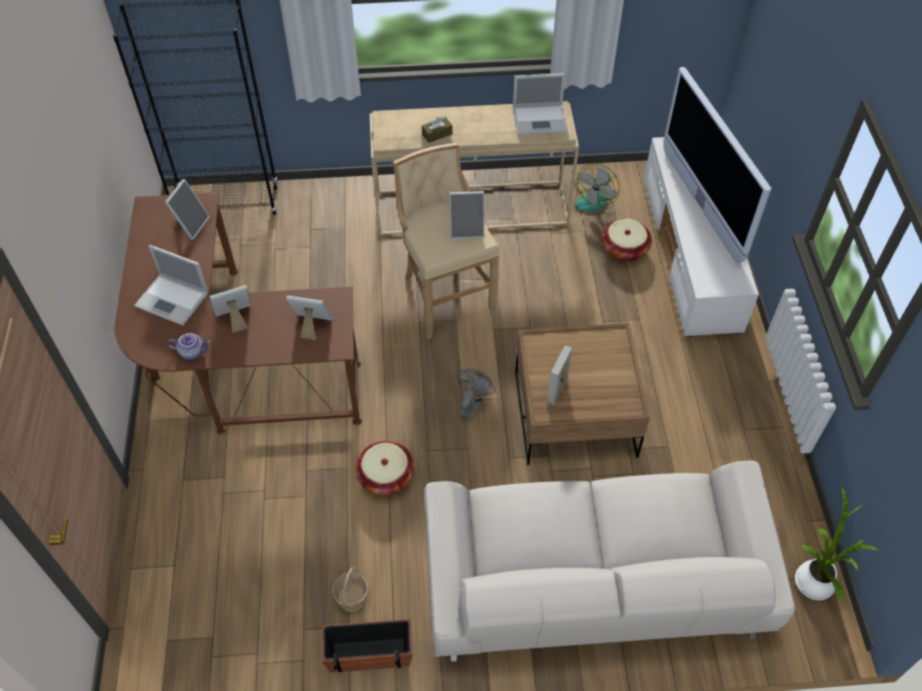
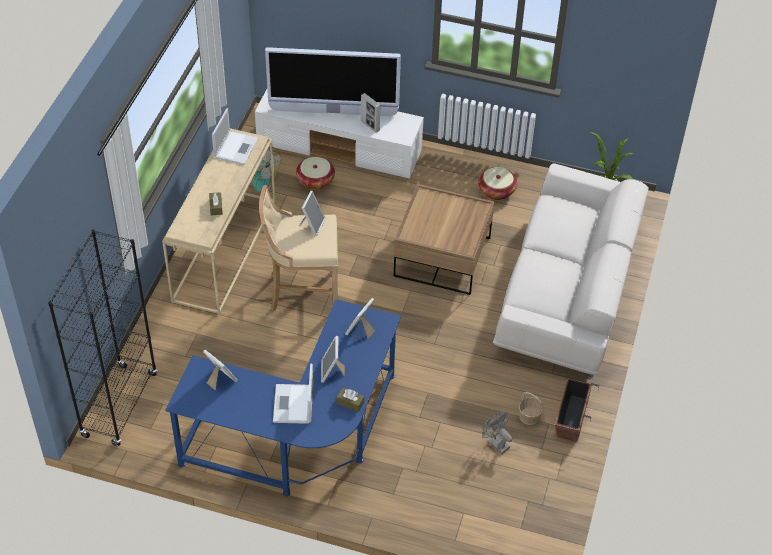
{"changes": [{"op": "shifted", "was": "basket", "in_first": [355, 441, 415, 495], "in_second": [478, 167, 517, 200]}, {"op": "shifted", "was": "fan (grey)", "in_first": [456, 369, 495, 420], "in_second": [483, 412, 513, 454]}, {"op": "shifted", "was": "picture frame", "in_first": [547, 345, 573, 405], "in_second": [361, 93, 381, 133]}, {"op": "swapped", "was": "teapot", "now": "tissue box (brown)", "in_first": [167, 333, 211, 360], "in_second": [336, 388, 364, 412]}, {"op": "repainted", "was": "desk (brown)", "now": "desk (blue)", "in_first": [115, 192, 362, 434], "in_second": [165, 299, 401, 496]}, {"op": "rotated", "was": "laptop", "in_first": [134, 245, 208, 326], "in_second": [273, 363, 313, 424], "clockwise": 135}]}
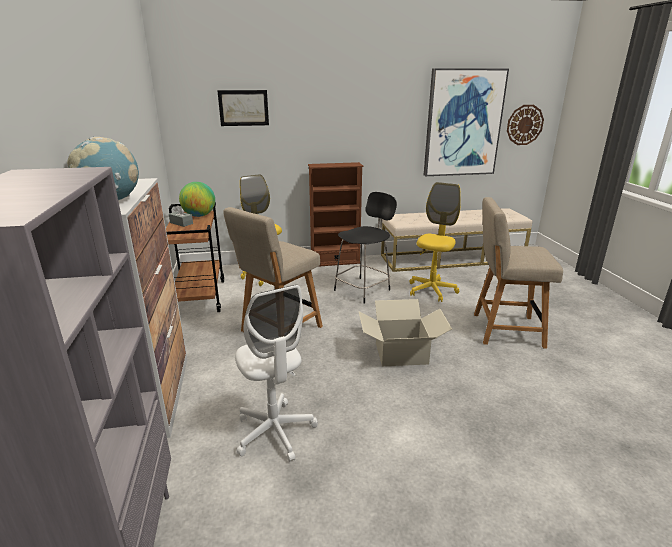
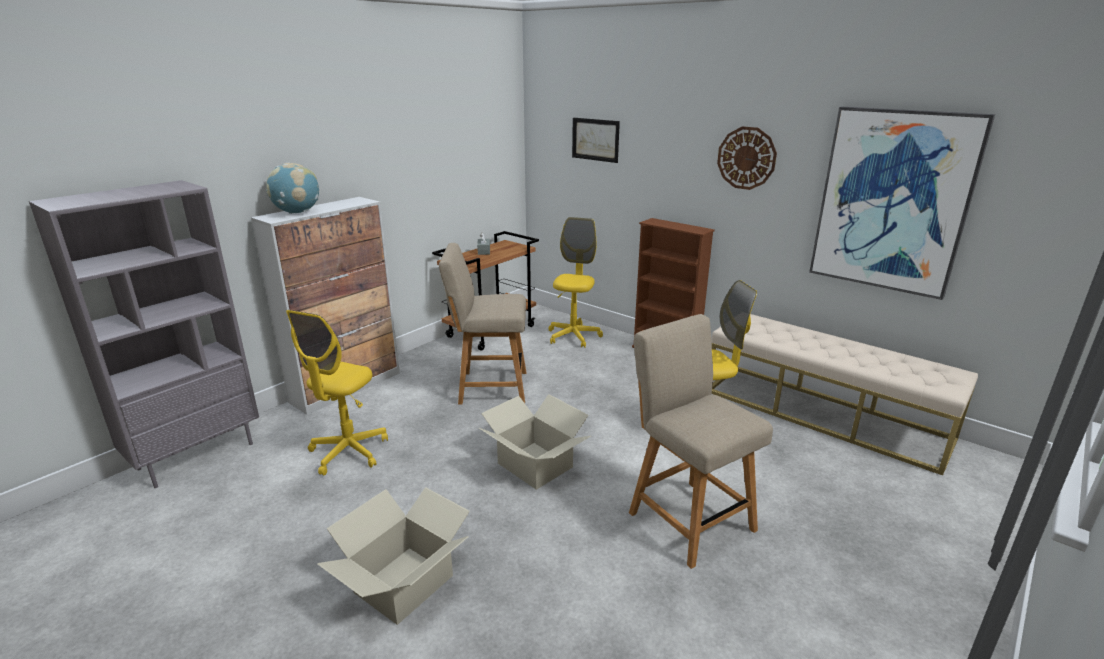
{"changes": [{"op": "gone", "was": "globe", "in_first": [179, 182, 215, 217]}, {"op": "gone", "was": "chair (black)", "in_first": [334, 192, 397, 304]}, {"op": "new", "now": "cardboard box", "in_second": [318, 487, 470, 625]}, {"op": "shifted", "was": "wall clock", "in_first": [507, 105, 544, 145], "in_second": [717, 126, 777, 190]}, {"op": "repainted", "was": "office chair (white)", "now": "office chair (yellow)", "in_first": [235, 285, 318, 462], "in_second": [286, 310, 388, 475]}]}
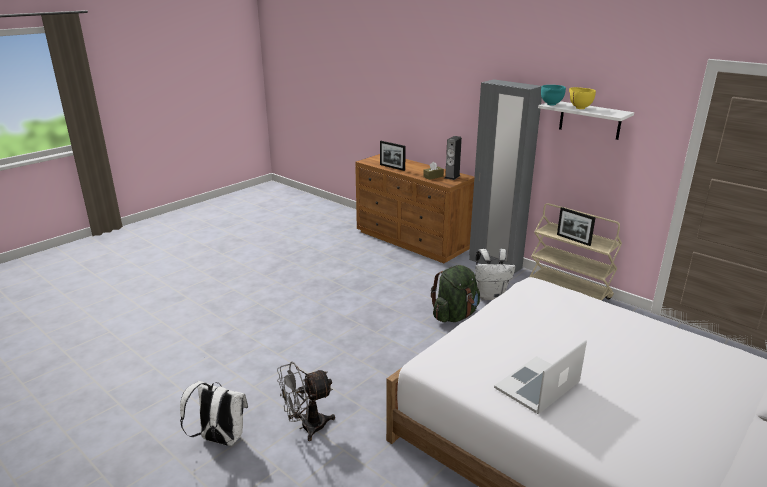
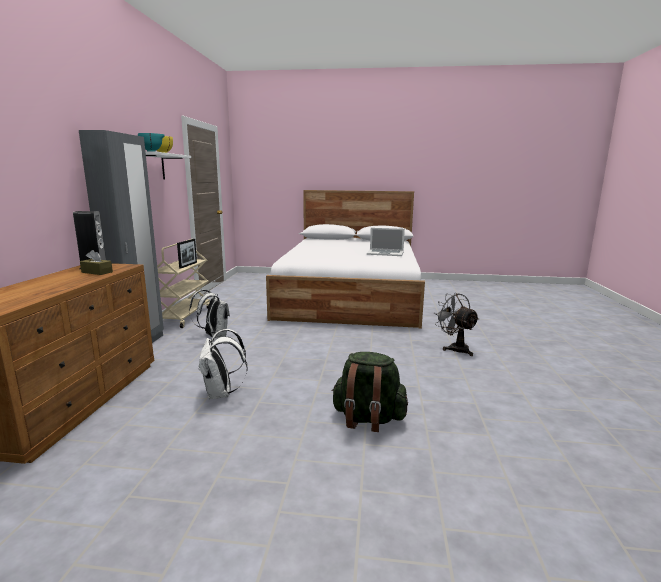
{"changes": [{"op": "gone", "was": "picture frame", "in_first": [380, 141, 406, 171]}, {"op": "shifted", "was": "backpack (white)", "in_first": [180, 381, 248, 446], "in_second": [198, 329, 248, 399]}, {"op": "shifted", "was": "backpack (green)", "in_first": [431, 265, 480, 322], "in_second": [332, 352, 408, 432]}, {"op": "rotated", "was": "fan (grey)", "in_first": [277, 362, 335, 441], "in_second": [434, 293, 479, 356], "clockwise": -150}]}
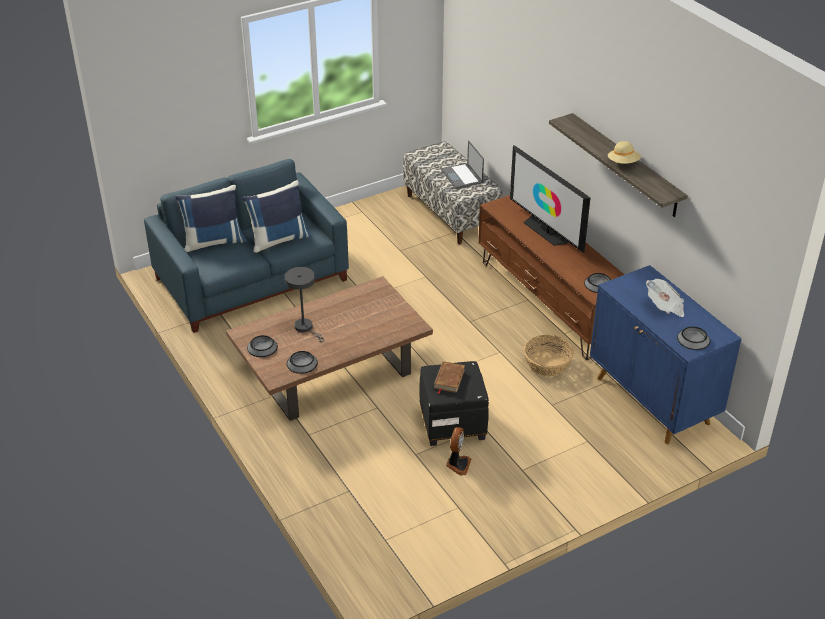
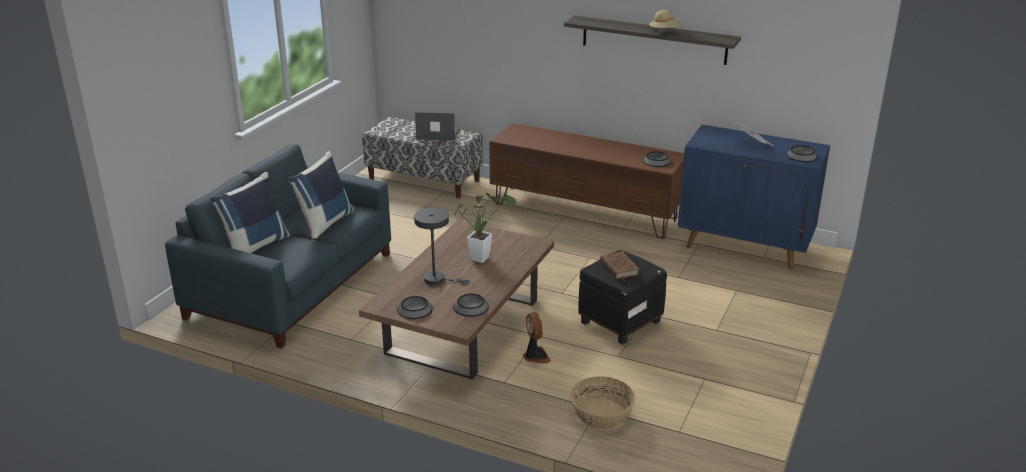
{"changes": [{"op": "gone", "was": "television", "in_first": [510, 145, 590, 253]}, {"op": "new", "now": "potted plant", "in_second": [455, 193, 517, 263]}, {"op": "shifted", "was": "fan", "in_first": [446, 427, 471, 476], "in_second": [523, 312, 551, 363]}, {"op": "shifted", "was": "basket", "in_first": [523, 335, 574, 376], "in_second": [570, 376, 635, 429]}, {"op": "rotated", "was": "laptop", "in_first": [441, 140, 484, 189], "in_second": [415, 112, 459, 140], "clockwise": 150}]}
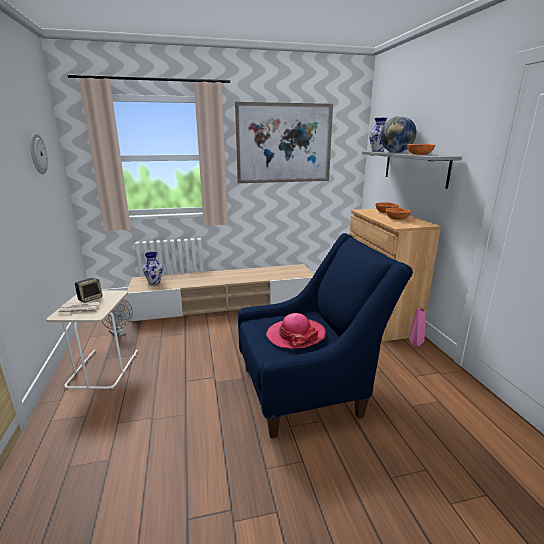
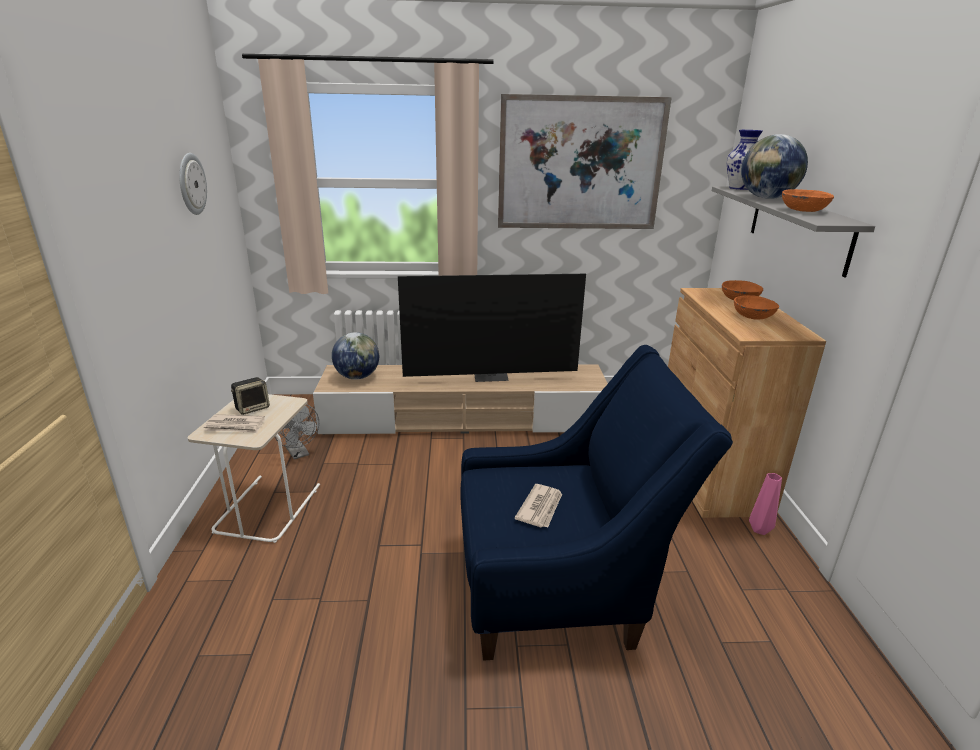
{"changes": [{"op": "new", "now": "television", "in_second": [398, 274, 586, 382]}, {"op": "swapped", "was": "vase", "now": "globe", "in_first": [143, 252, 163, 284], "in_second": [332, 332, 379, 380]}, {"op": "swapped", "was": "hat", "now": "newspaper", "in_first": [266, 313, 326, 349], "in_second": [514, 484, 562, 528]}]}
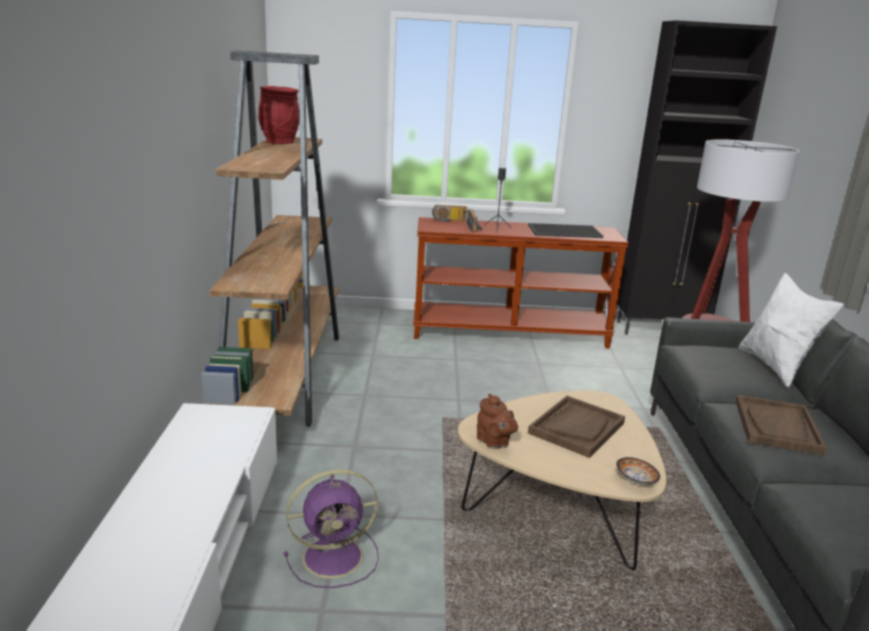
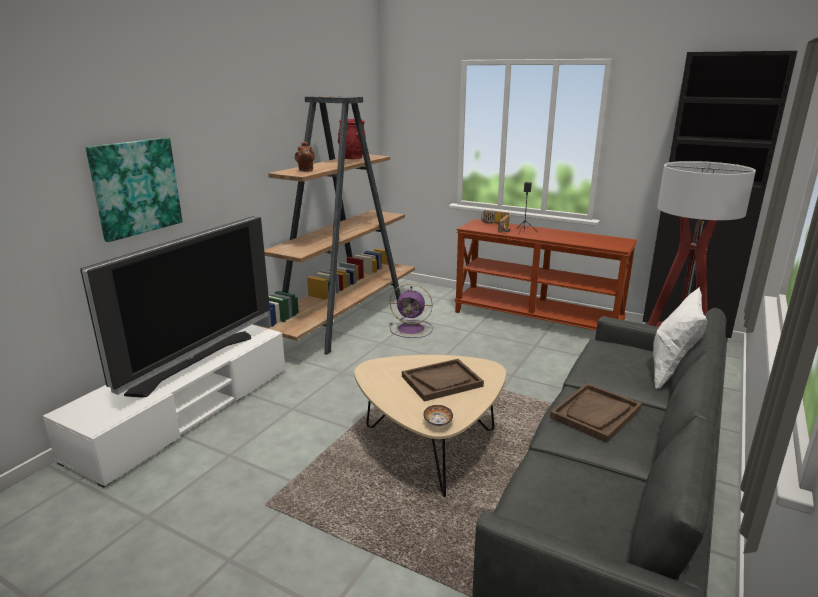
{"changes": [{"op": "gone", "was": "tray", "in_first": [528, 223, 603, 238]}, {"op": "new", "now": "television", "in_second": [80, 216, 270, 397]}, {"op": "new", "now": "picture", "in_second": [86, 138, 183, 242]}, {"op": "shifted", "was": "fan (purple)", "in_first": [284, 469, 379, 588], "in_second": [390, 283, 433, 338]}, {"op": "shifted", "was": "teapot (brown)", "in_first": [477, 393, 518, 449], "in_second": [295, 141, 315, 172]}]}
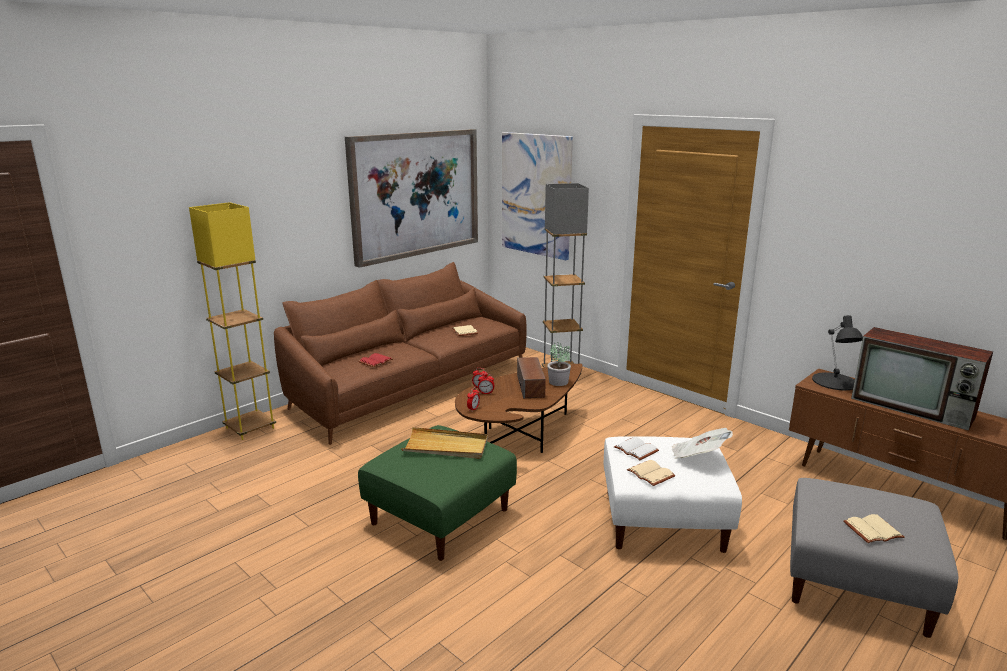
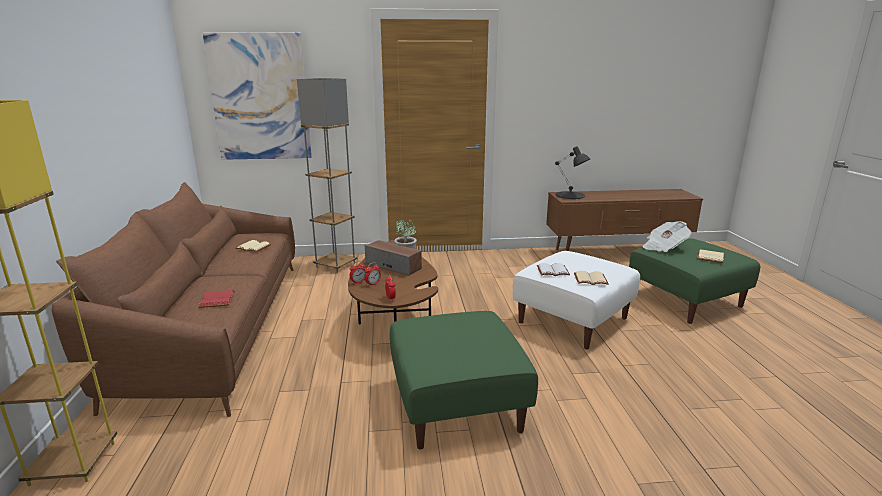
{"changes": [{"op": "gone", "was": "picture", "in_first": [345, 129, 478, 268]}, {"op": "gone", "was": "tray (beige)", "in_first": [401, 427, 488, 459]}, {"op": "gone", "was": "television", "in_first": [851, 327, 993, 431]}, {"op": "shifted", "was": "newspaper", "in_first": [672, 428, 733, 459], "in_second": [643, 221, 691, 252]}, {"op": "repainted", "was": "ottoman (grey)", "now": "ottoman (green)", "in_first": [790, 478, 958, 638], "in_second": [629, 238, 760, 324]}]}
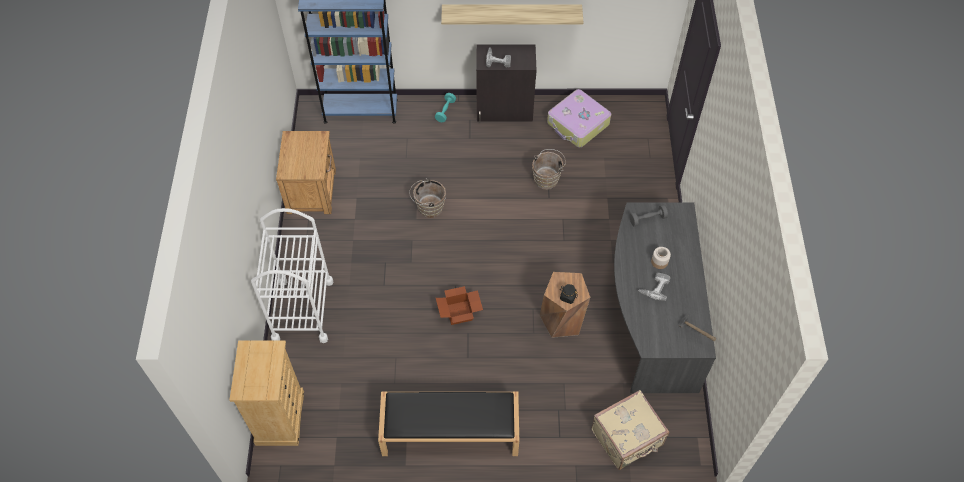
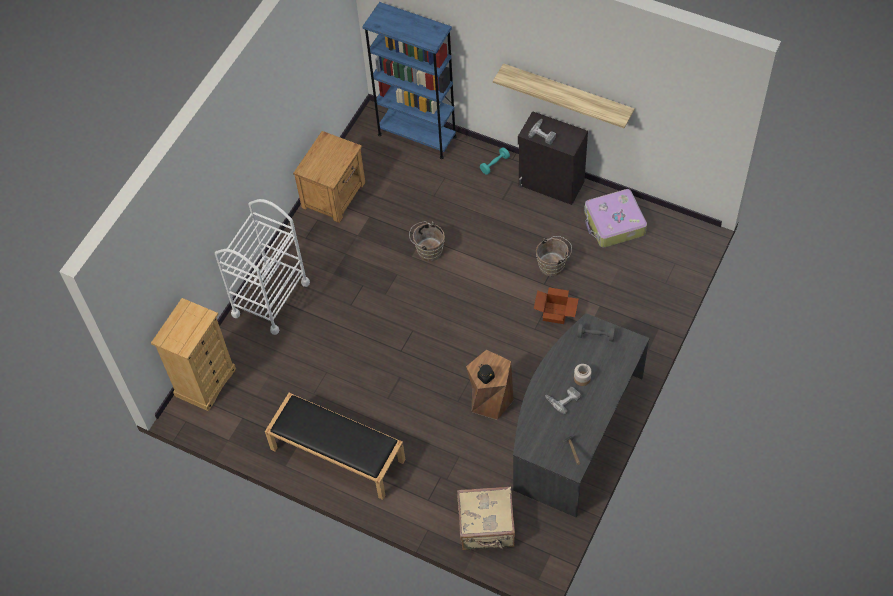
{"changes": [{"op": "shifted", "was": "cardboard box", "in_first": [436, 286, 483, 325], "in_second": [534, 287, 579, 324]}]}
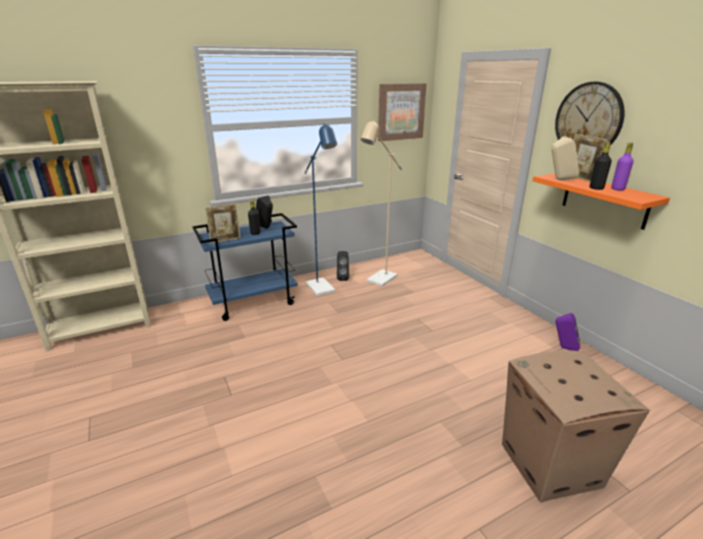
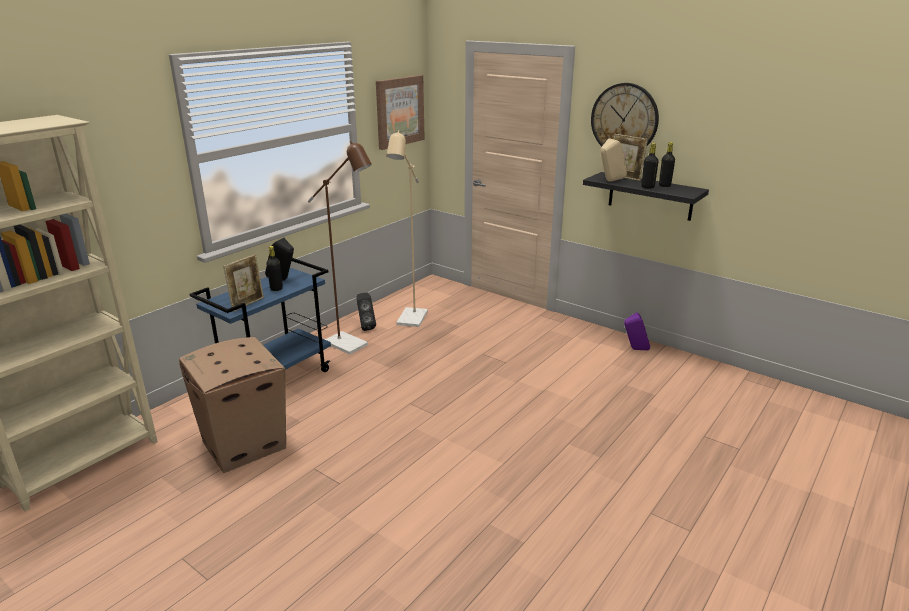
{"changes": [{"op": "shifted", "was": "cardboard box", "in_first": [501, 350, 650, 502], "in_second": [179, 337, 286, 473]}, {"op": "repainted", "was": "floor lamp (blue)", "now": "floor lamp (brown)", "in_first": [304, 123, 337, 296], "in_second": [308, 141, 372, 354]}, {"op": "repainted", "was": "shelf (orange)", "now": "shelf (black)", "in_first": [533, 173, 670, 230], "in_second": [583, 172, 709, 221]}, {"op": "repainted", "was": "bottle (purple)", "now": "bottle (black)", "in_first": [611, 142, 634, 191], "in_second": [659, 142, 675, 187]}]}
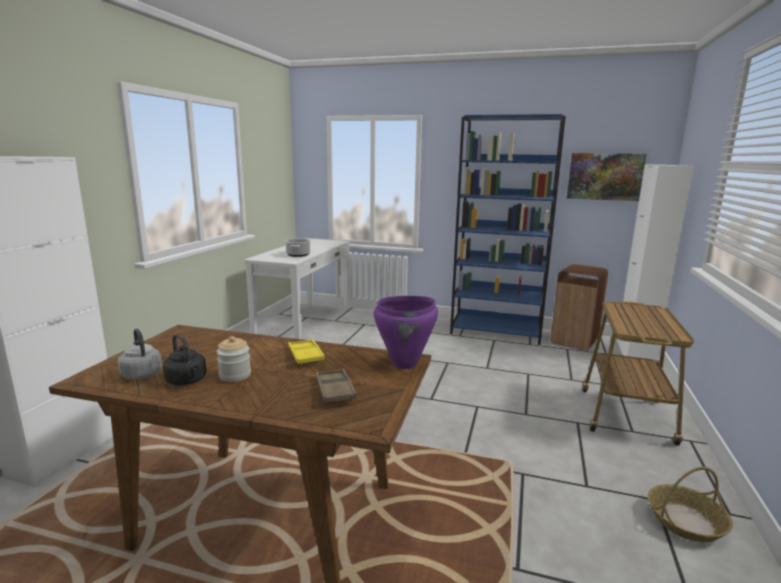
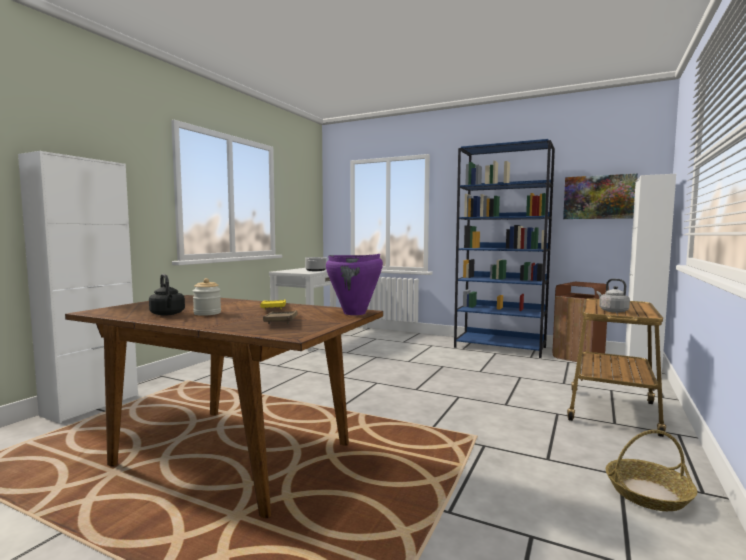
{"changes": [{"op": "shifted", "was": "kettle (grey)", "in_first": [118, 328, 162, 380], "in_second": [596, 279, 630, 313]}]}
